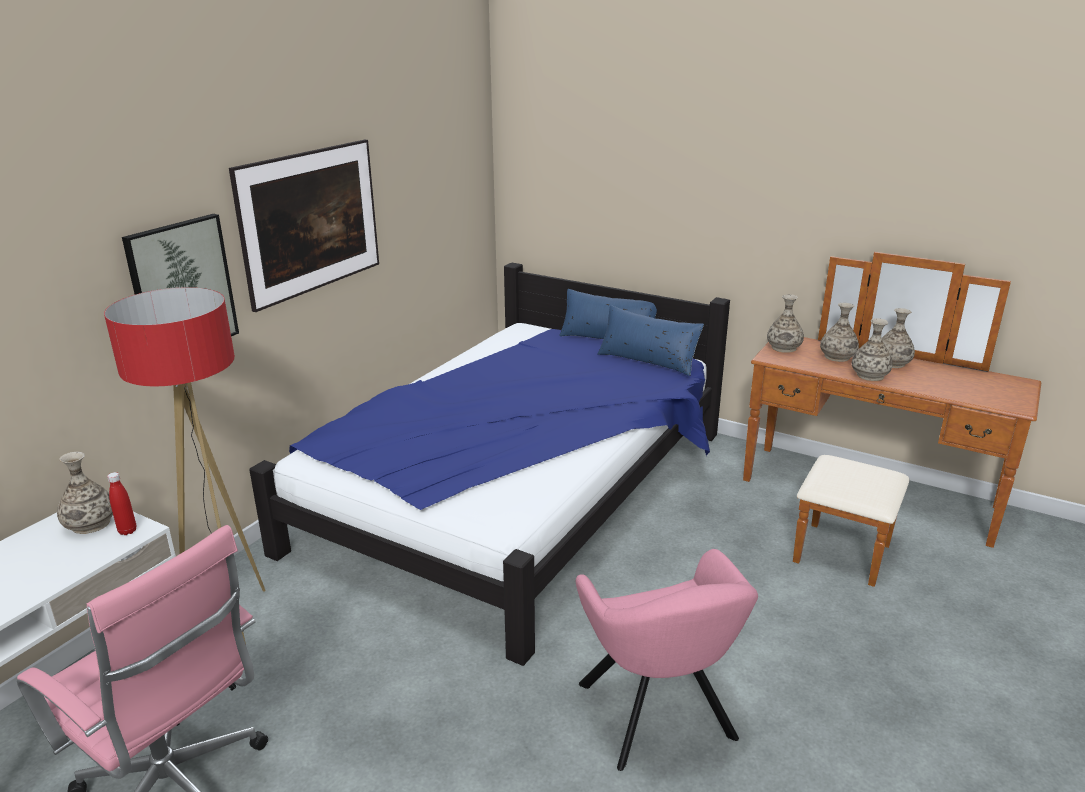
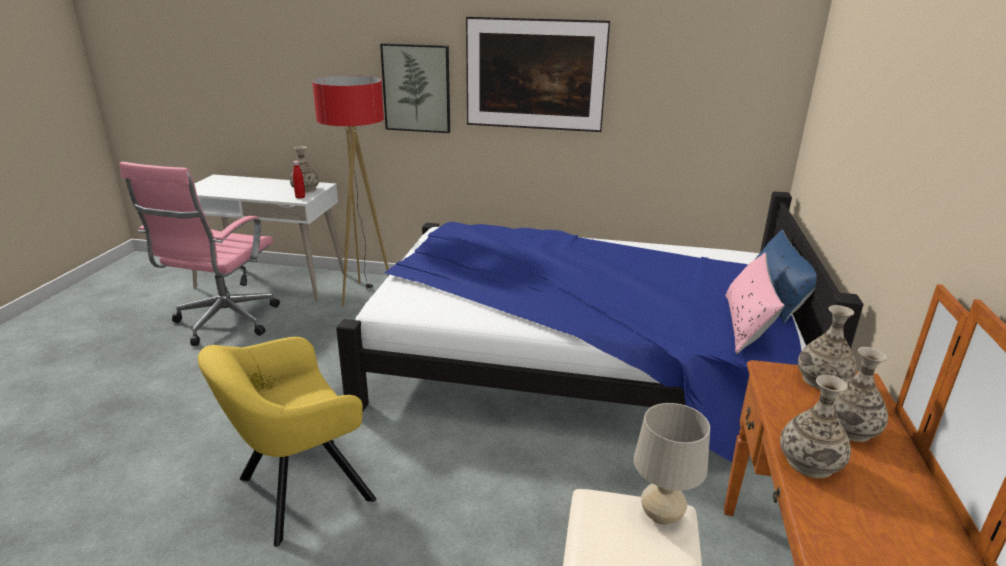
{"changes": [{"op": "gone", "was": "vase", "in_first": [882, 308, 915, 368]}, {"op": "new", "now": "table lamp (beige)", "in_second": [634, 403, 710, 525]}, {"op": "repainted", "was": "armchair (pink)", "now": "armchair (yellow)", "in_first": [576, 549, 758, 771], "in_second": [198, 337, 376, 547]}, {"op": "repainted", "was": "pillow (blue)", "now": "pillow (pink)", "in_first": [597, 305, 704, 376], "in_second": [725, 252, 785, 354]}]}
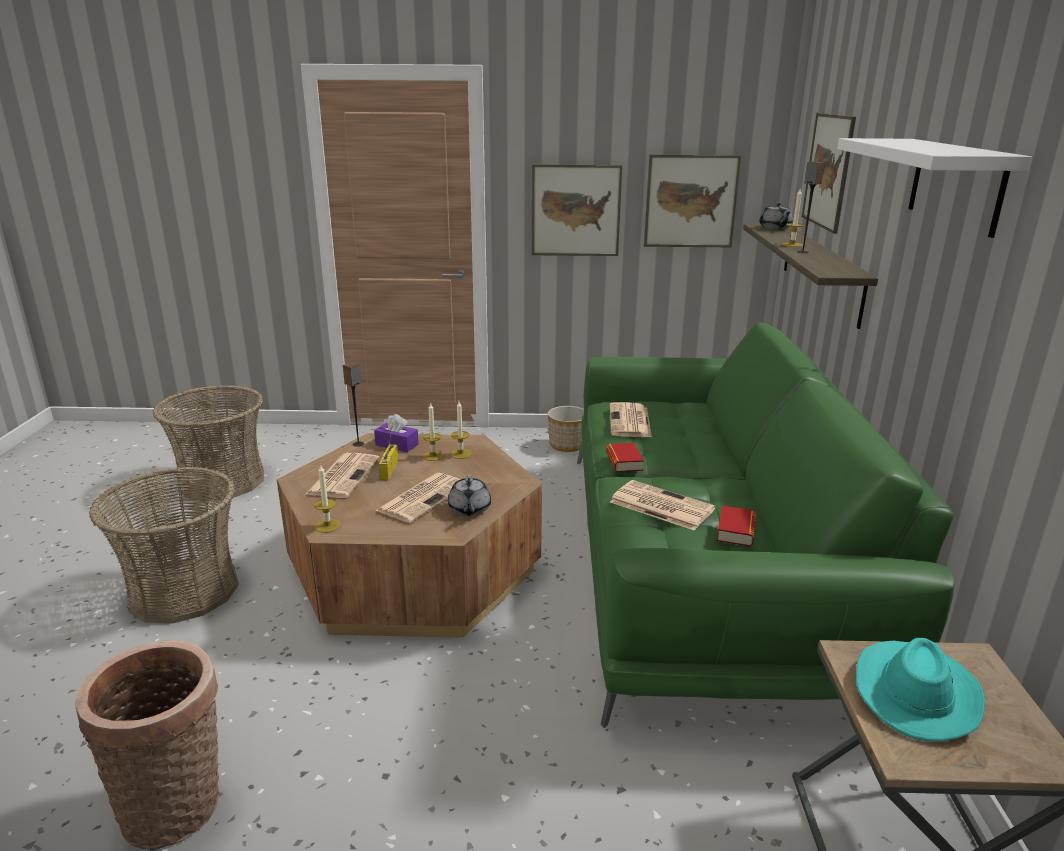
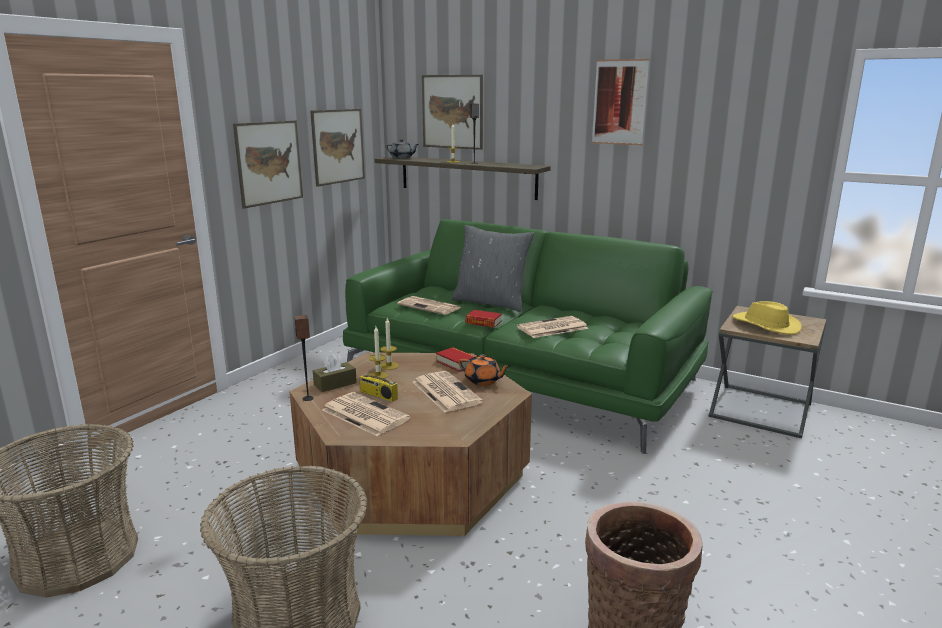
{"changes": [{"op": "gone", "was": "candle", "in_first": [314, 465, 341, 533]}, {"op": "gone", "was": "planter", "in_first": [548, 406, 584, 452]}, {"op": "new", "now": "pillow (grey)", "in_second": [451, 225, 534, 312]}, {"op": "shifted", "was": "book", "in_first": [717, 506, 756, 546], "in_second": [436, 347, 476, 372]}, {"op": "swapped", "was": "shelf (white)", "now": "picture", "in_first": [837, 138, 1032, 238], "in_second": [592, 59, 649, 145]}, {"op": "repainted", "was": "tissue box (purple)", "now": "tissue box (brown)", "in_first": [374, 414, 419, 452], "in_second": [313, 354, 357, 392]}, {"op": "repainted", "was": "teapot (grey)", "now": "teapot (orange)", "in_first": [448, 475, 491, 516], "in_second": [458, 354, 510, 386]}, {"op": "repainted", "was": "hat (turquoise)", "now": "hat (yellow)", "in_first": [856, 638, 985, 742], "in_second": [732, 301, 802, 335]}]}
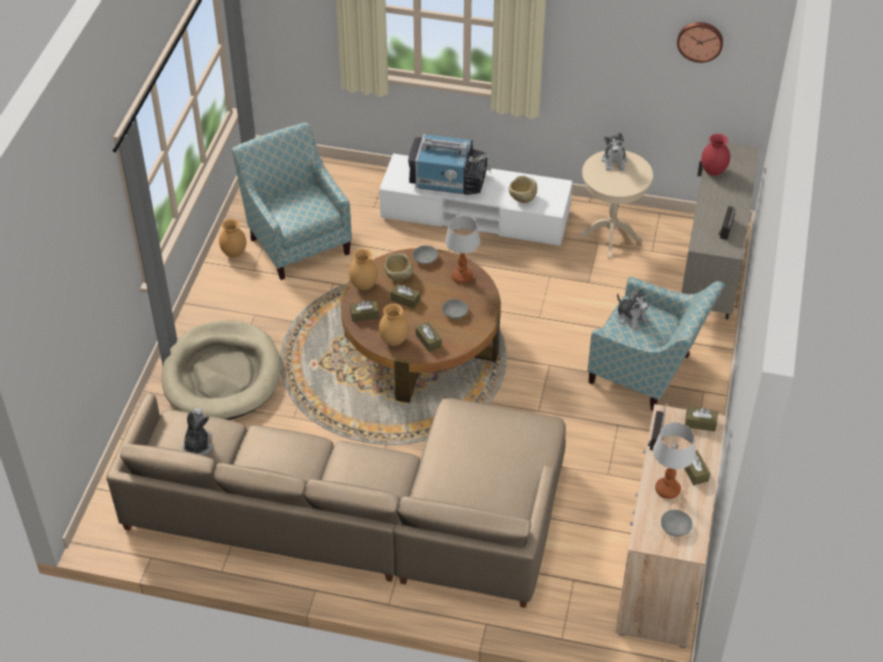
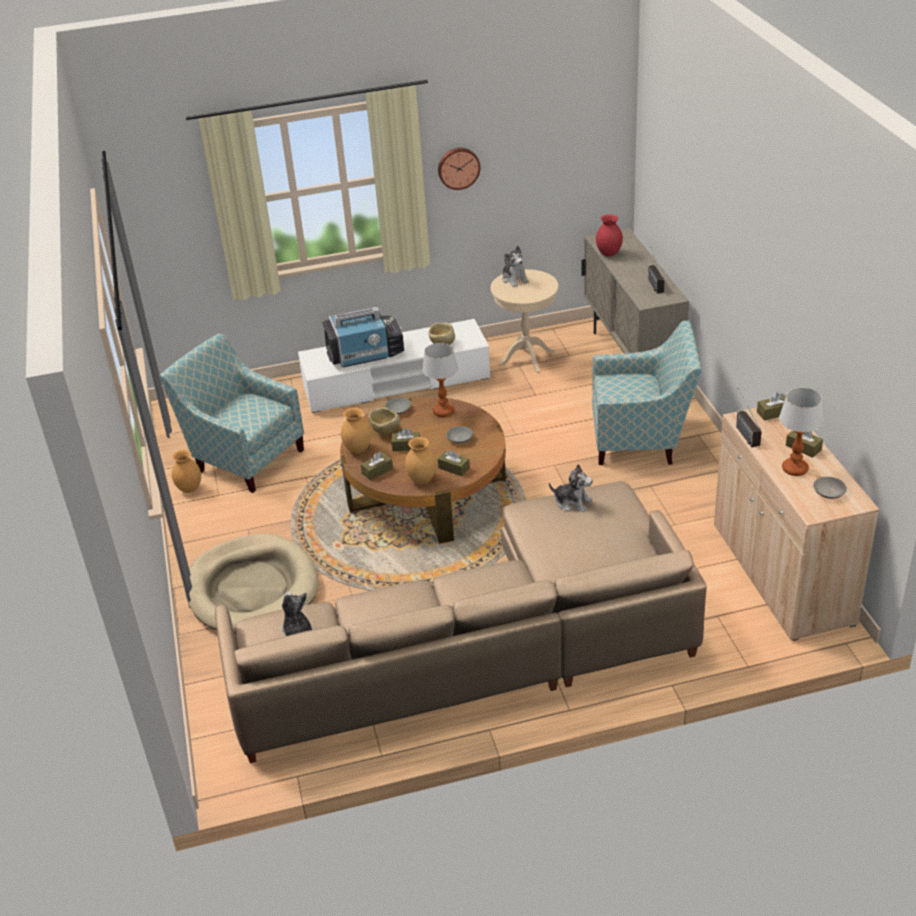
{"changes": [{"op": "shifted", "was": "plush toy", "in_first": [617, 289, 649, 330], "in_second": [549, 464, 593, 512]}, {"op": "shifted", "was": "wall clock", "in_first": [677, 22, 723, 63], "in_second": [438, 148, 480, 190]}]}
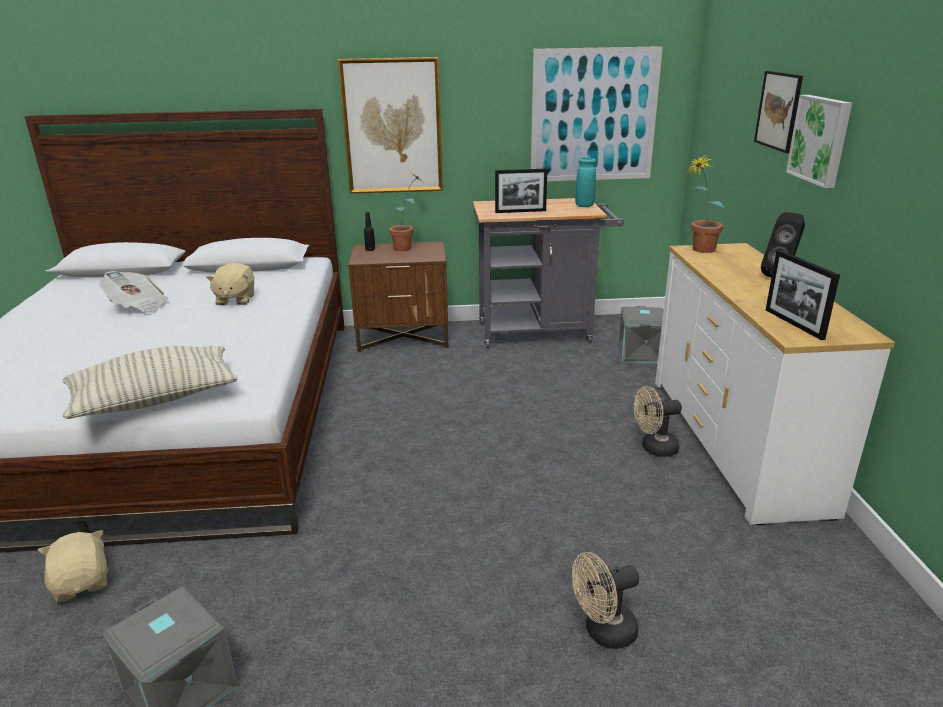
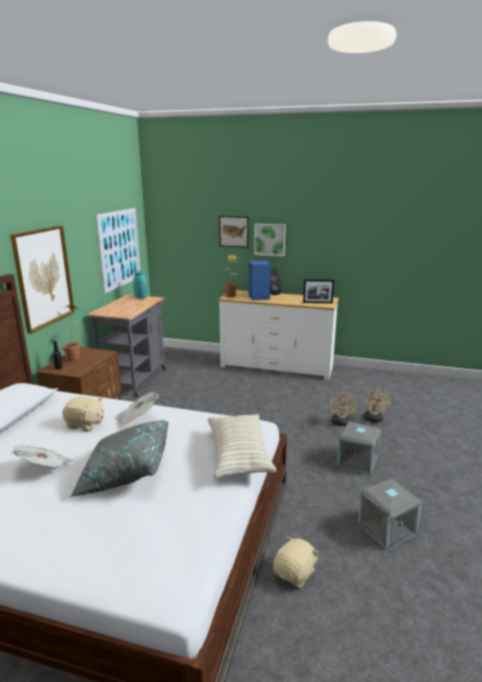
{"changes": [{"op": "gone", "was": "picture frame", "in_first": [495, 169, 547, 213]}, {"op": "new", "now": "pillow (grey)", "in_second": [70, 420, 169, 497]}, {"op": "new", "now": "newspaper", "in_second": [115, 392, 159, 426]}, {"op": "new", "now": "speaker (blue)", "in_second": [248, 260, 271, 301]}, {"op": "shifted", "was": "storage box (grey)", "in_first": [618, 306, 664, 364], "in_second": [337, 421, 381, 475]}, {"op": "shifted", "was": "fan (beige)", "in_first": [634, 386, 682, 457], "in_second": [330, 393, 357, 426]}, {"op": "rotated", "was": "plush toy (beige)", "in_first": [38, 530, 108, 602], "in_second": [273, 536, 319, 588], "clockwise": 135}]}
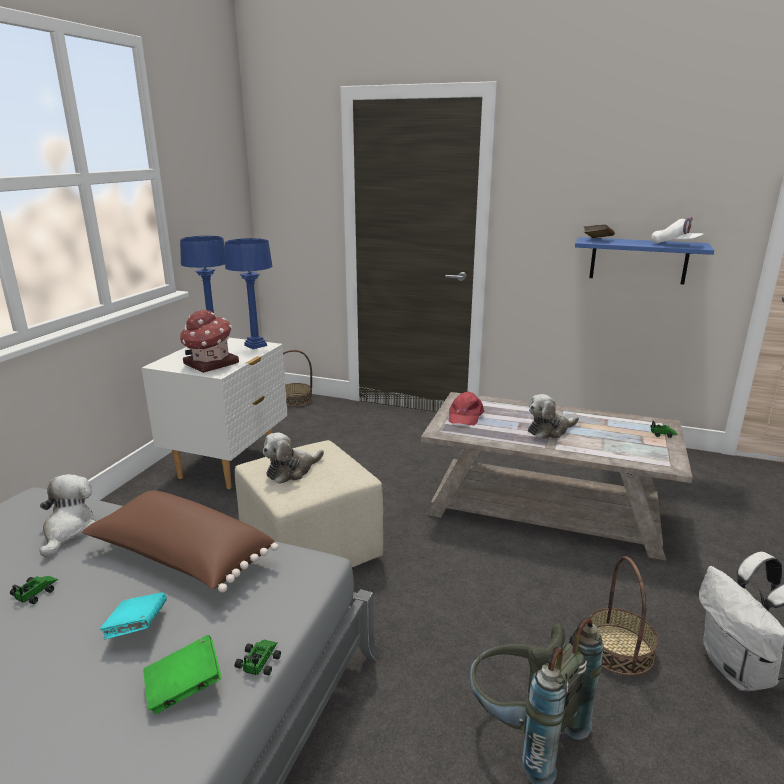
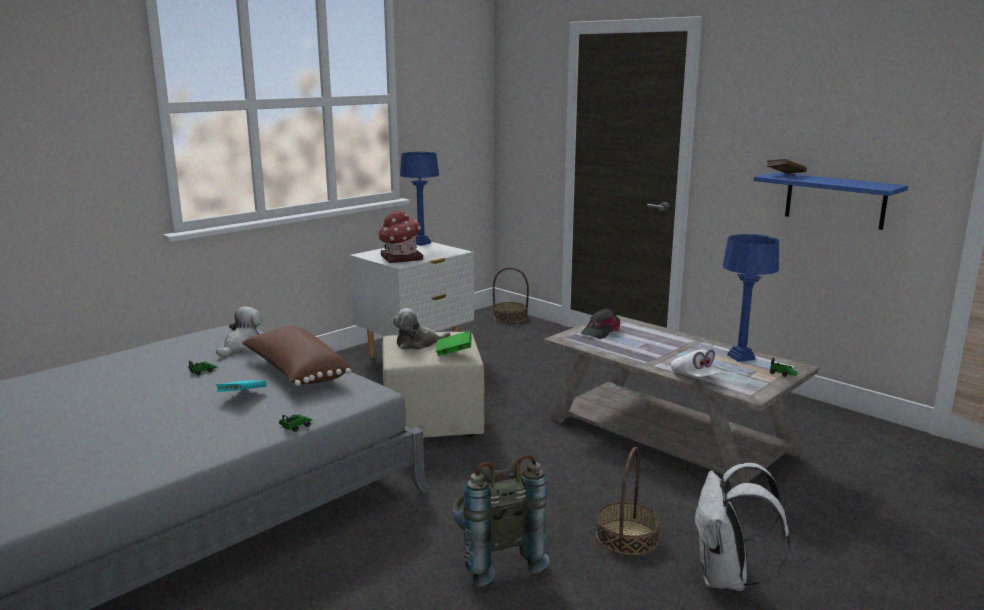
{"changes": [{"op": "gone", "was": "plush toy", "in_first": [528, 394, 579, 439]}, {"op": "shifted", "was": "book (green)", "in_first": [143, 635, 221, 714], "in_second": [436, 331, 472, 356]}, {"op": "shifted", "was": "table lamp (blue)", "in_first": [225, 238, 273, 349], "in_second": [723, 234, 779, 362]}, {"op": "shifted", "was": "cap (white)", "in_first": [651, 217, 703, 244], "in_second": [671, 349, 722, 377]}, {"op": "repainted", "was": "cap (red)", "now": "cap (black)", "in_first": [449, 392, 484, 426], "in_second": [581, 309, 620, 339]}]}
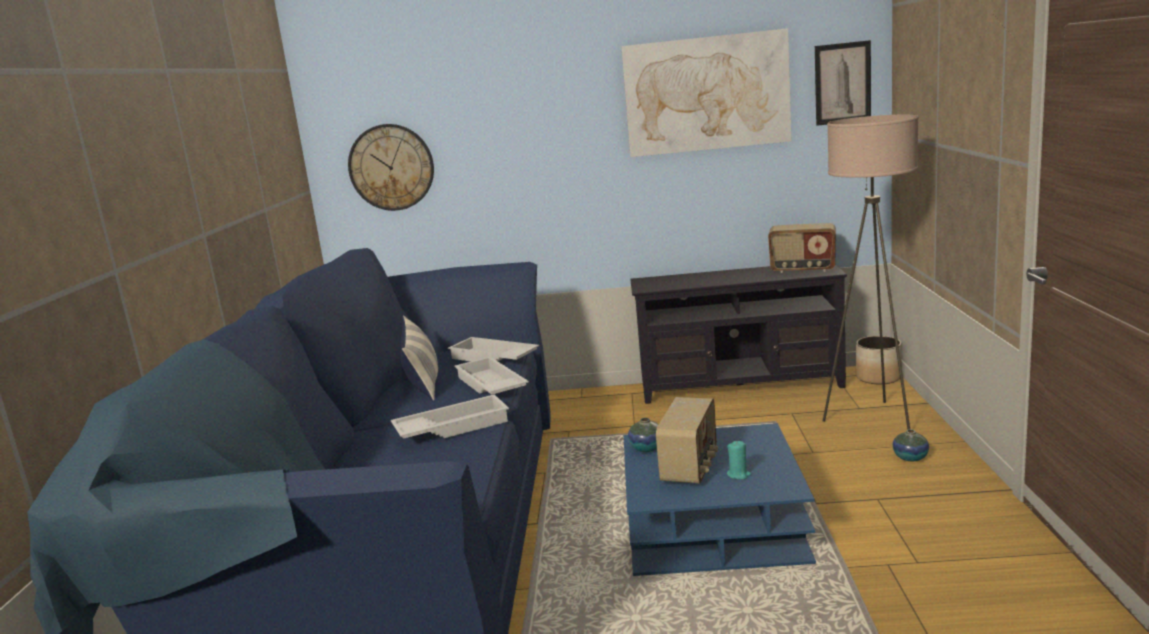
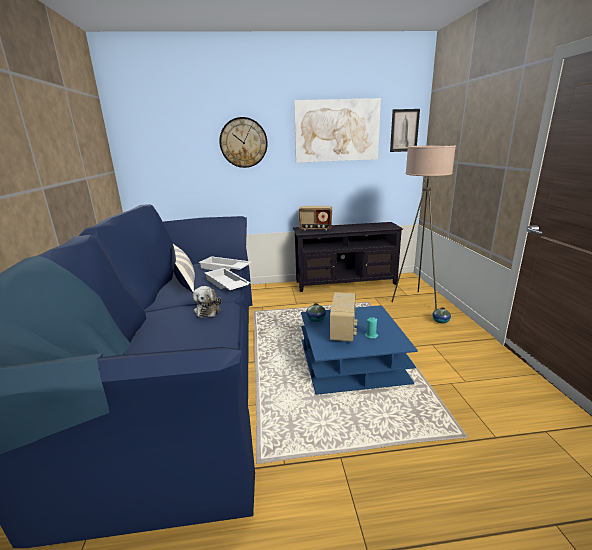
{"changes": [{"op": "gone", "was": "planter", "in_first": [856, 336, 902, 384]}, {"op": "shifted", "was": "wall clock", "in_first": [348, 124, 434, 211], "in_second": [219, 117, 268, 168]}, {"op": "shifted", "was": "radio", "in_first": [768, 223, 836, 273], "in_second": [298, 206, 332, 231]}, {"op": "swapped", "was": "tray (white)", "now": "plush toy", "in_first": [391, 394, 509, 439], "in_second": [193, 286, 221, 318]}]}
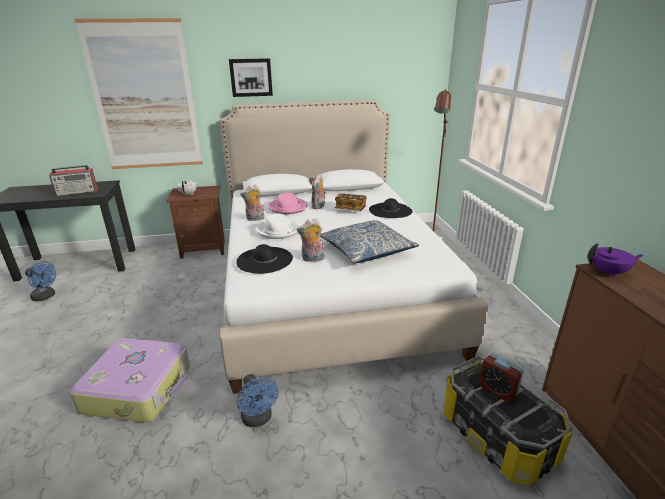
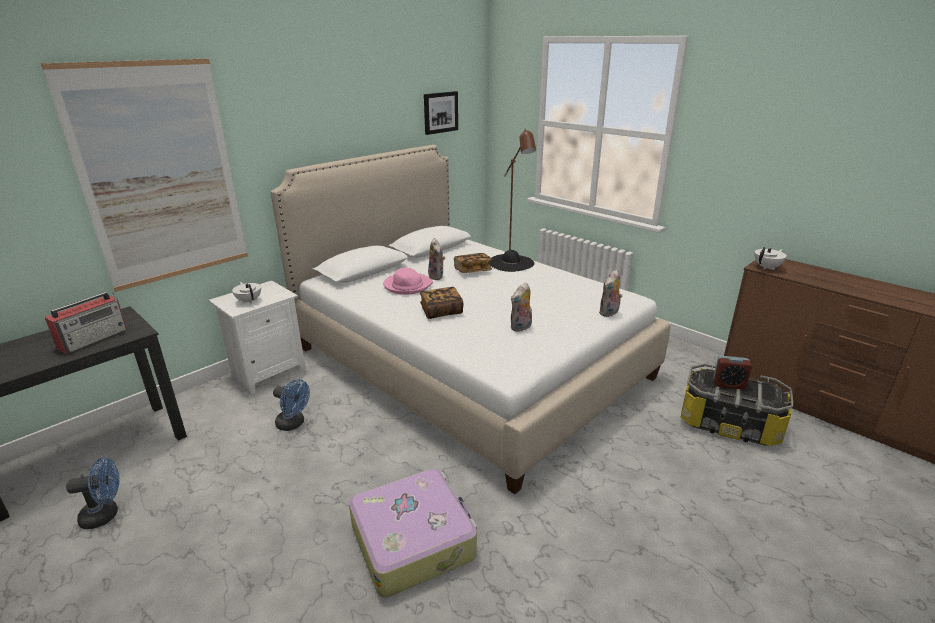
{"changes": [{"op": "gone", "was": "hat (black)", "in_first": [236, 244, 293, 274]}, {"op": "gone", "was": "pillow", "in_first": [320, 220, 419, 263]}, {"op": "shifted", "was": "picture", "in_first": [229, 58, 273, 97], "in_second": [424, 91, 458, 135]}, {"op": "shifted", "was": "fan (blue)", "in_first": [237, 374, 278, 427], "in_second": [273, 379, 310, 431]}, {"op": "shifted", "was": "plush toy", "in_first": [240, 184, 266, 221], "in_second": [599, 270, 622, 317]}, {"op": "swapped", "was": "hat (white)", "now": "book", "in_first": [255, 214, 300, 239], "in_second": [419, 287, 464, 319]}, {"op": "repainted", "was": "nightstand (brown)", "now": "nightstand (white)", "in_first": [166, 185, 225, 259], "in_second": [209, 281, 306, 394]}, {"op": "repainted", "was": "teapot (purple)", "now": "teapot (white)", "in_first": [588, 243, 644, 278], "in_second": [754, 247, 787, 270]}]}
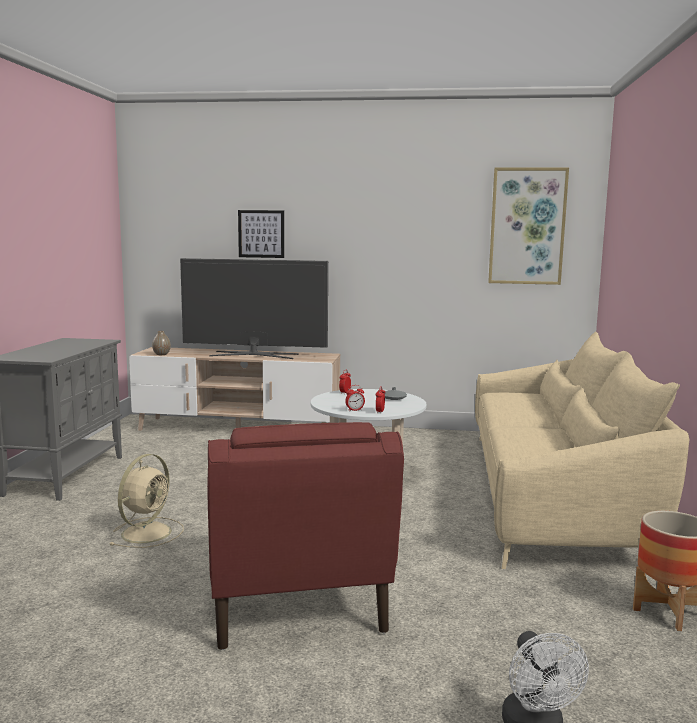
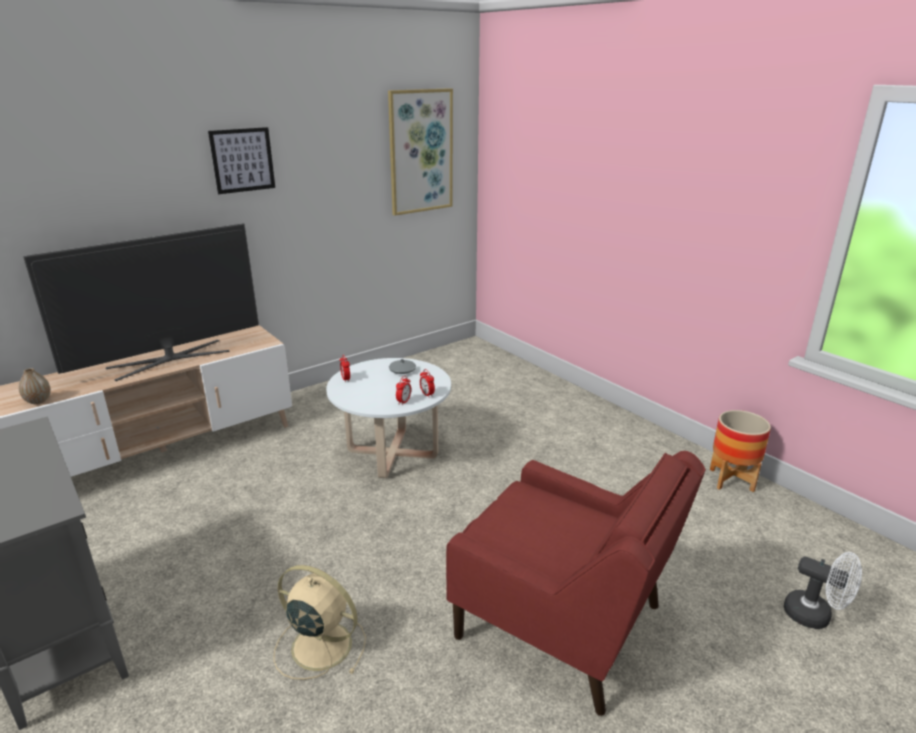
{"changes": [{"op": "gone", "was": "sofa (beige)", "in_first": [475, 331, 689, 569]}, {"op": "shifted", "was": "picture", "in_first": [238, 210, 284, 258], "in_second": [208, 127, 275, 194]}, {"op": "rotated", "was": "fan (beige)", "in_first": [110, 454, 184, 548], "in_second": [273, 565, 366, 680], "clockwise": -45}]}
